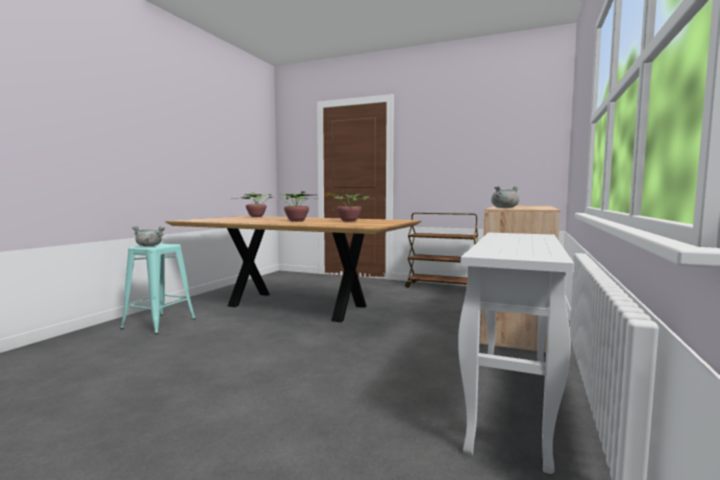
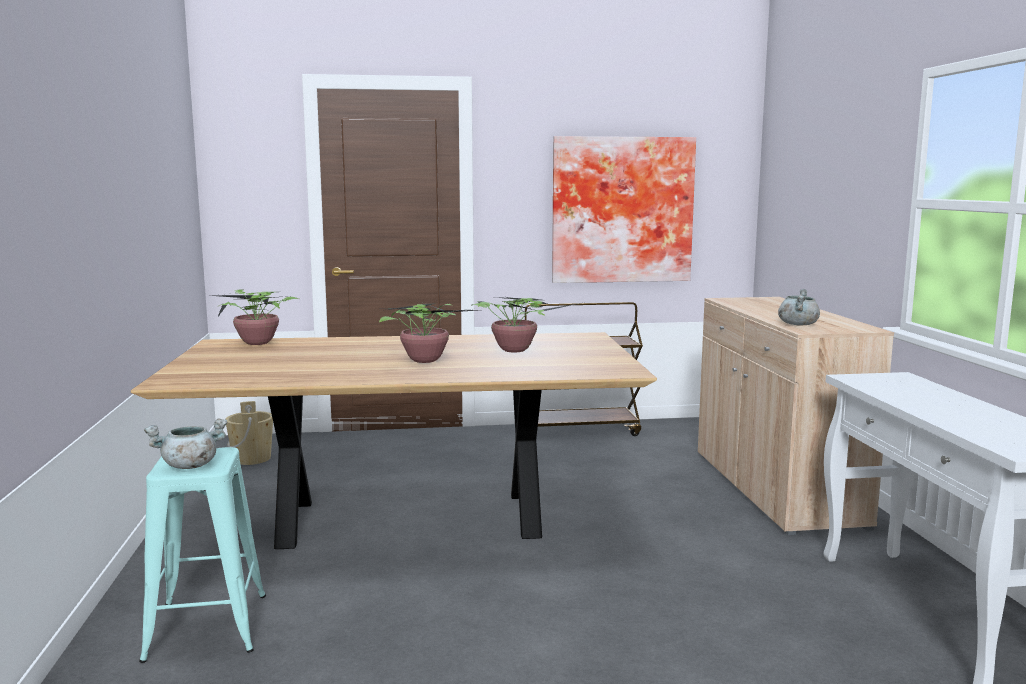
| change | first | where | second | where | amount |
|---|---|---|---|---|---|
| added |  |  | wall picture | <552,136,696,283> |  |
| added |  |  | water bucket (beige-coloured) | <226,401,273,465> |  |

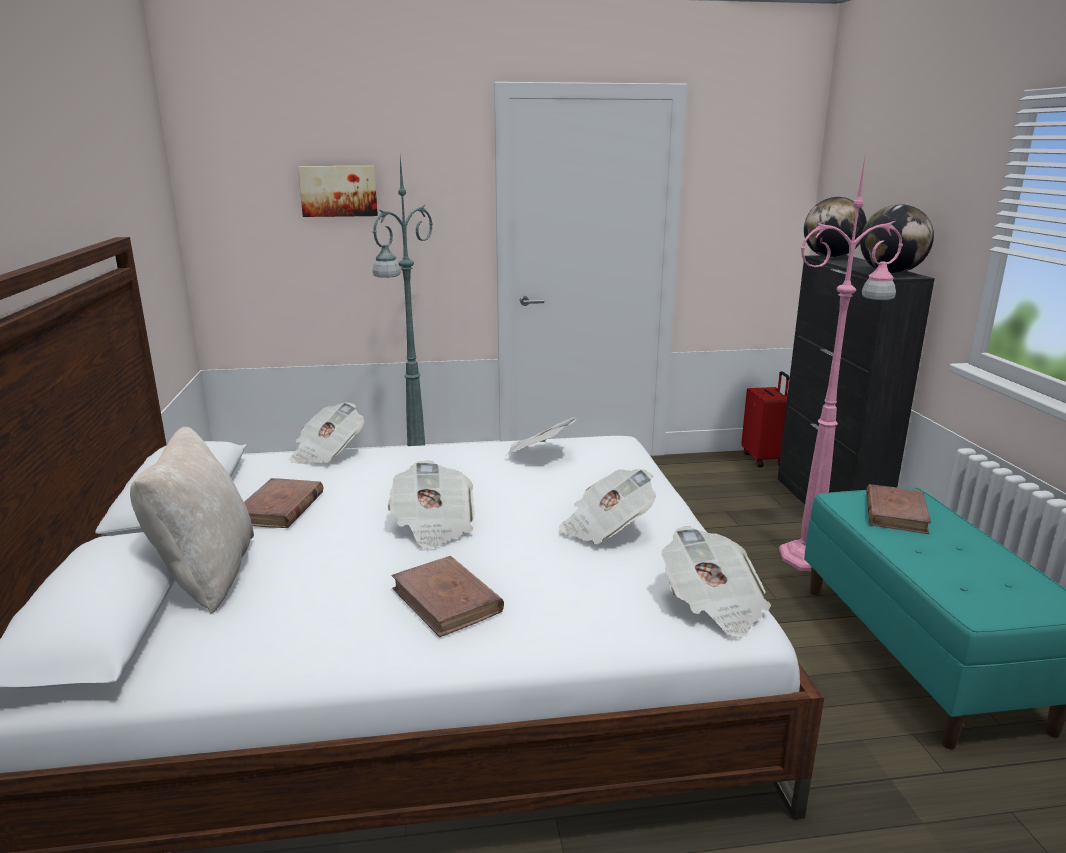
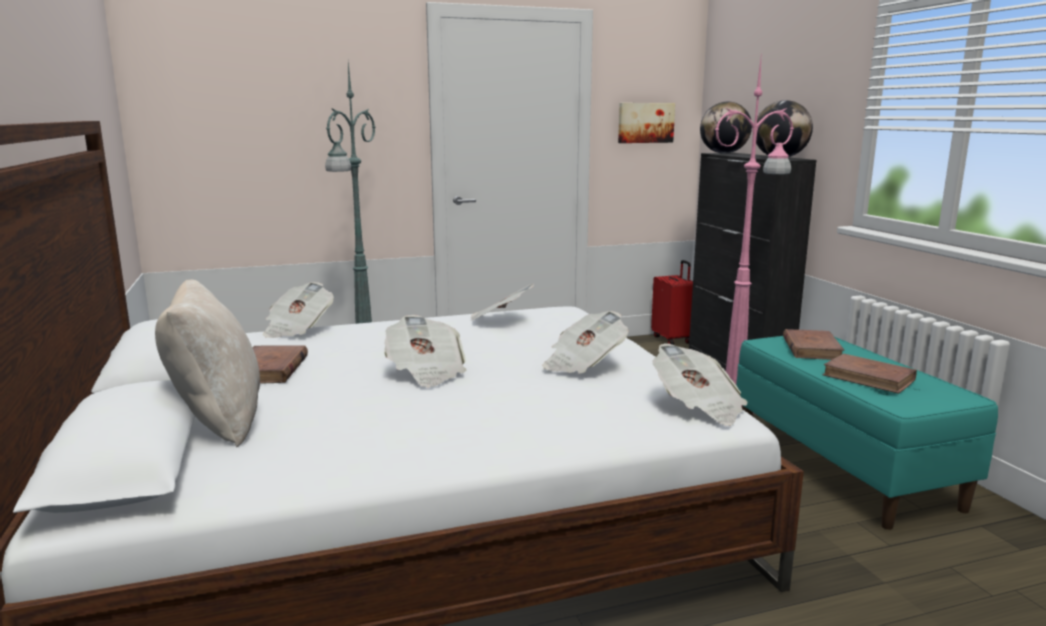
| change | first | where | second | where | amount |
|---|---|---|---|---|---|
| moved | wall picture | <298,166,378,217> |  | <618,103,675,143> |  |
| moved | volume (brown-coloured) | <392,556,504,637> |  | <823,353,917,394> |  |

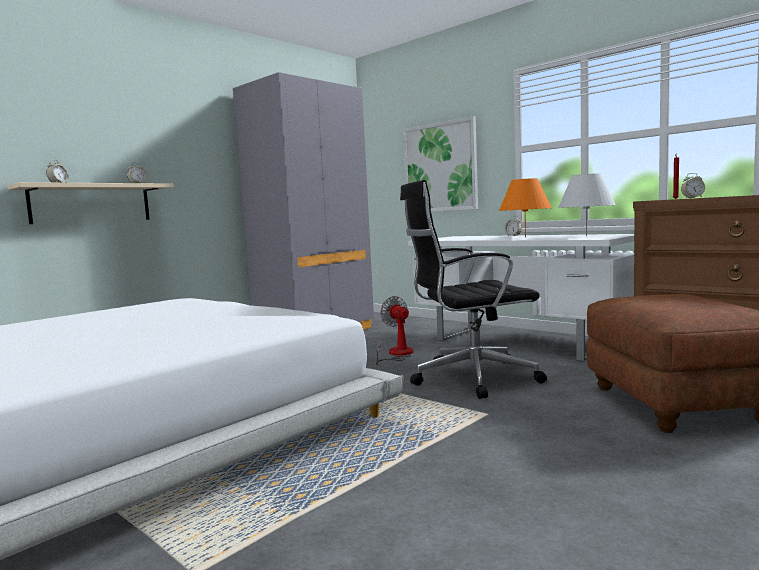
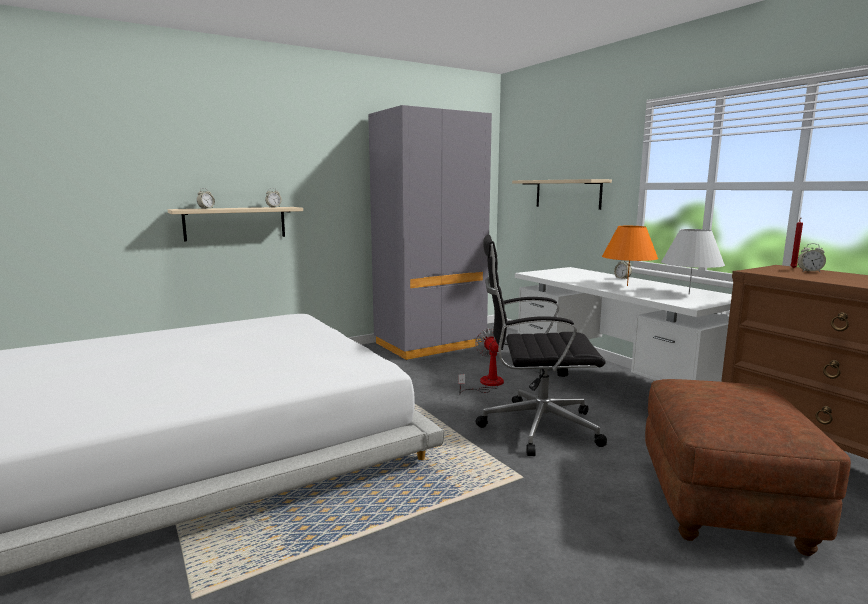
| change | first | where | second | where | amount |
|---|---|---|---|---|---|
| replaced | wall picture | <403,116,478,212> | bracket shelf (beige-coloured) | <512,179,612,210> |  |

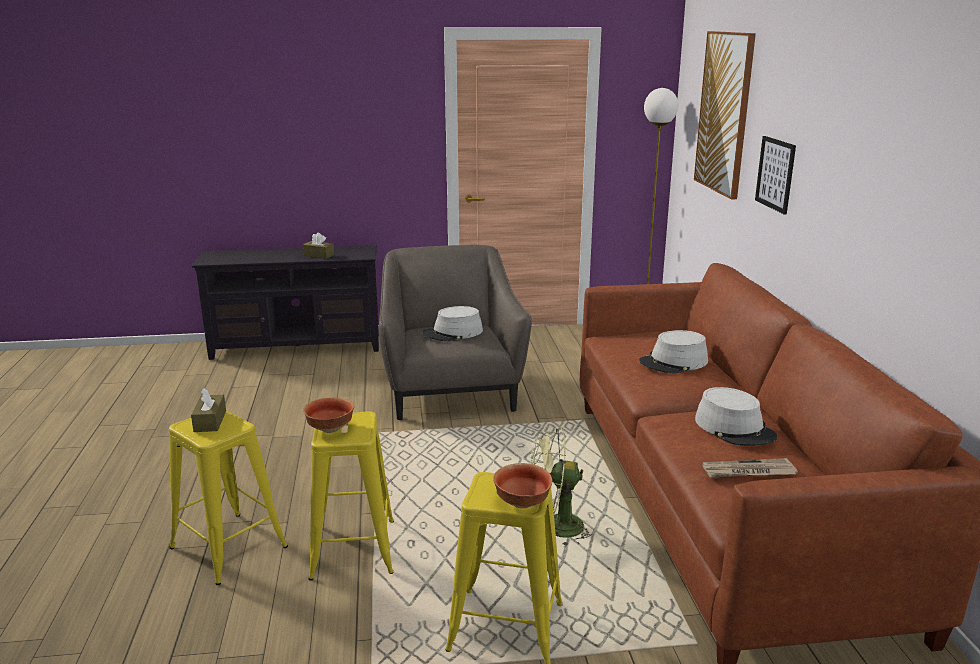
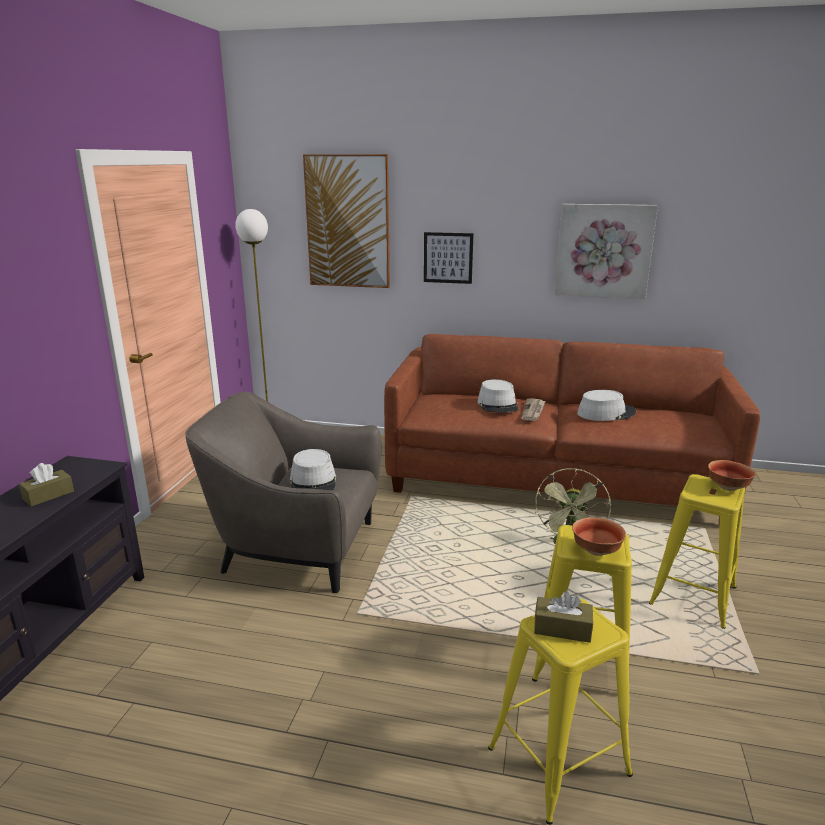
| change | first | where | second | where | amount |
|---|---|---|---|---|---|
| moved | newspaper | <702,458,798,478> |  | <522,399,545,421> |  |
| added |  |  | wall picture | <555,204,658,299> |  |

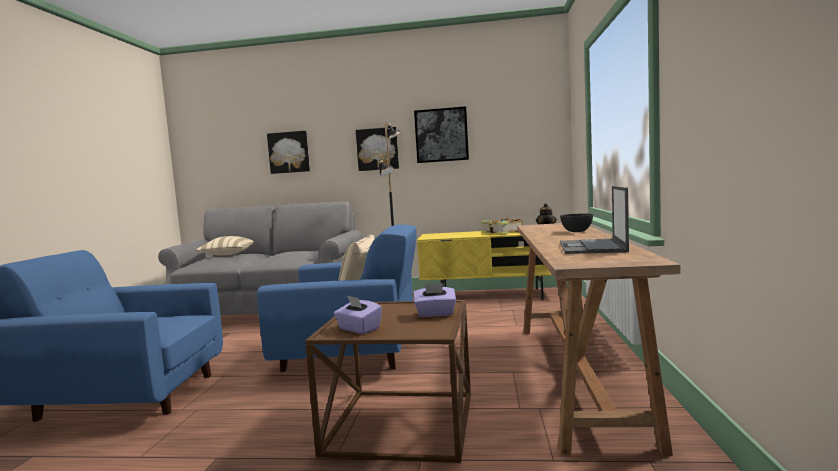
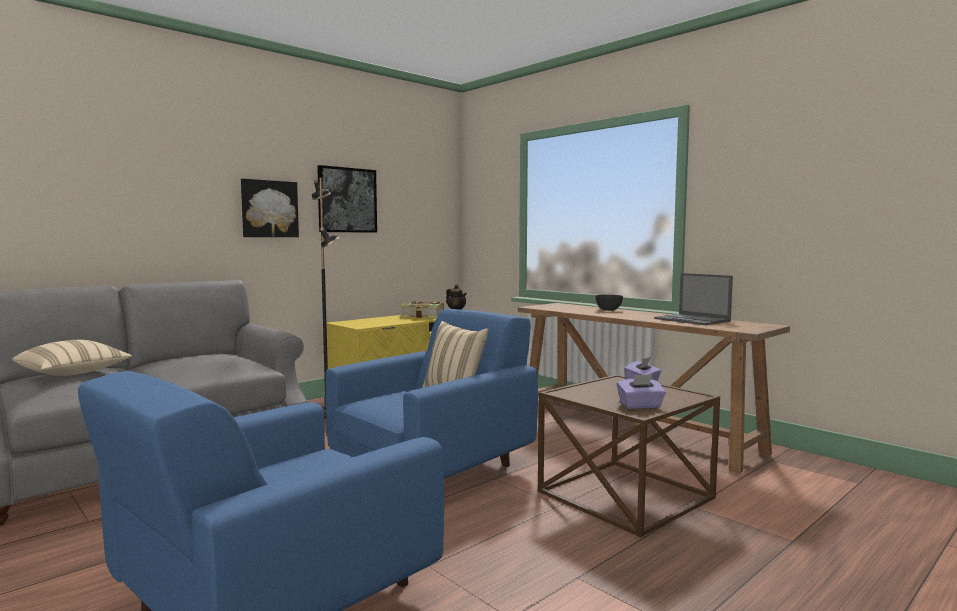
| change | first | where | second | where | amount |
|---|---|---|---|---|---|
| removed | wall picture | <267,131,310,174> |  |  |  |

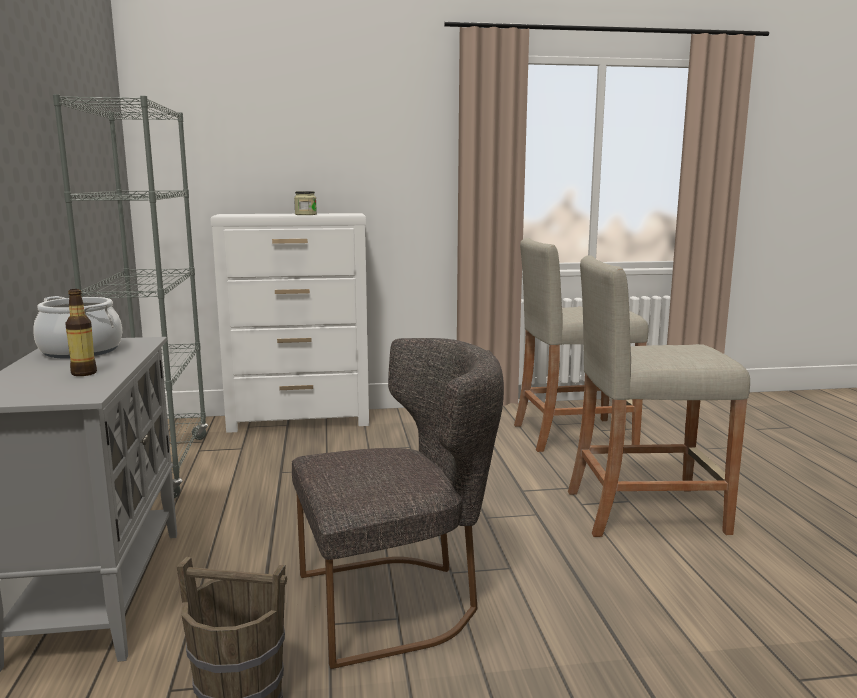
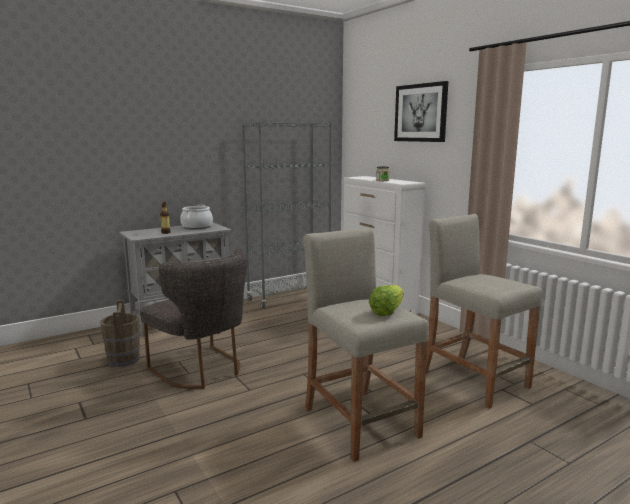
| change | first | where | second | where | amount |
|---|---|---|---|---|---|
| added |  |  | wall picture | <394,81,448,142> |  |
| added |  |  | lettuce head | <369,285,404,316> |  |

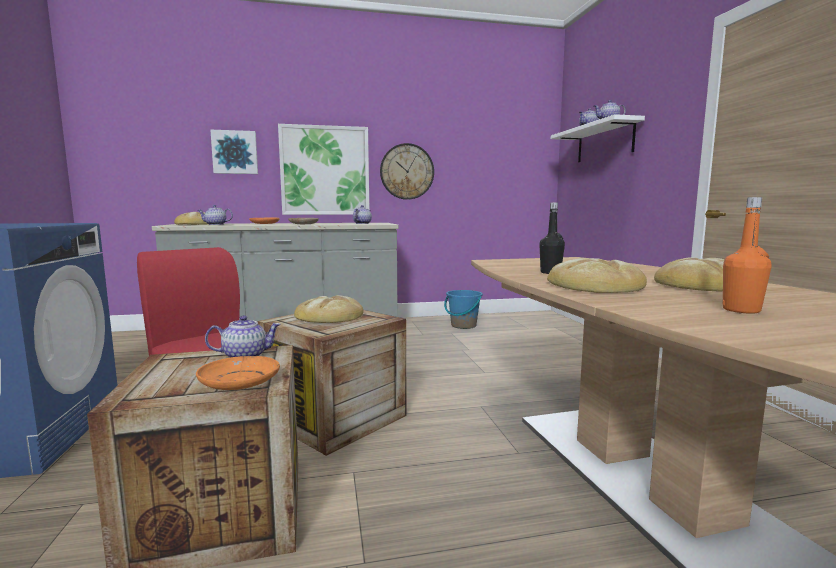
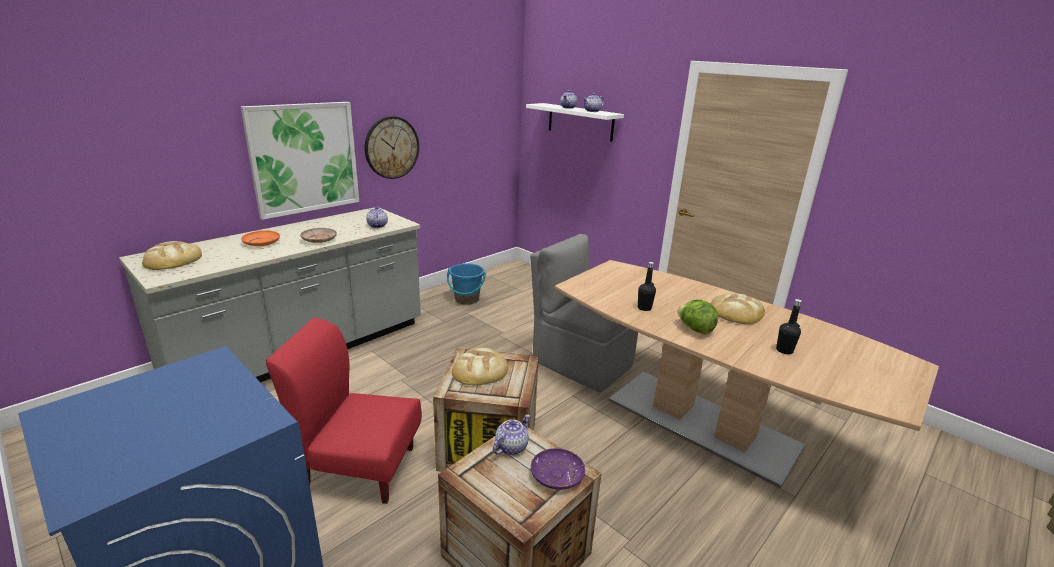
| change | first | where | second | where | amount |
|---|---|---|---|---|---|
| removed | wall picture | <210,130,258,174> |  |  |  |
| recoloured | beverage bottle (orange) | <723,197,772,314> | beverage bottle (blackish) | <776,299,802,354> |  |
| removed | teapot | <198,205,233,225> |  |  |  |
| replaced | baked bread | <547,258,647,293> | lettuce head | <678,299,718,334> |  |
| recoloured | flat dish (orange) | <196,356,280,390> | flat dish (purple) | <531,448,585,490> |  |
| added |  |  | plain chair (gray) | <530,234,638,393> |  |

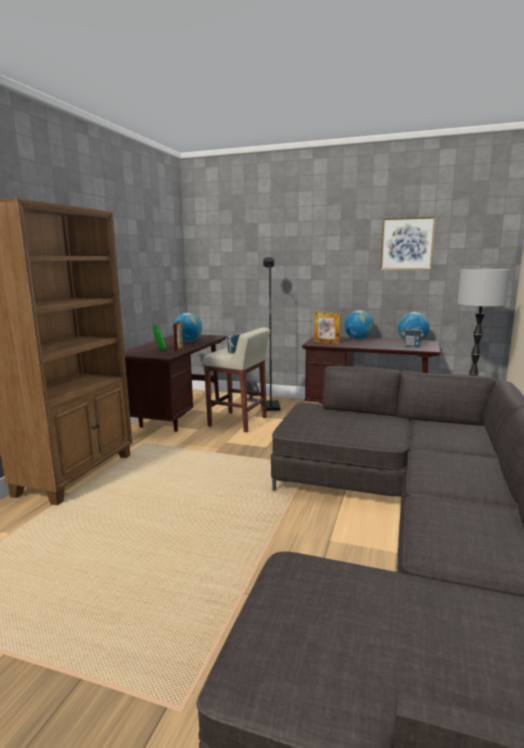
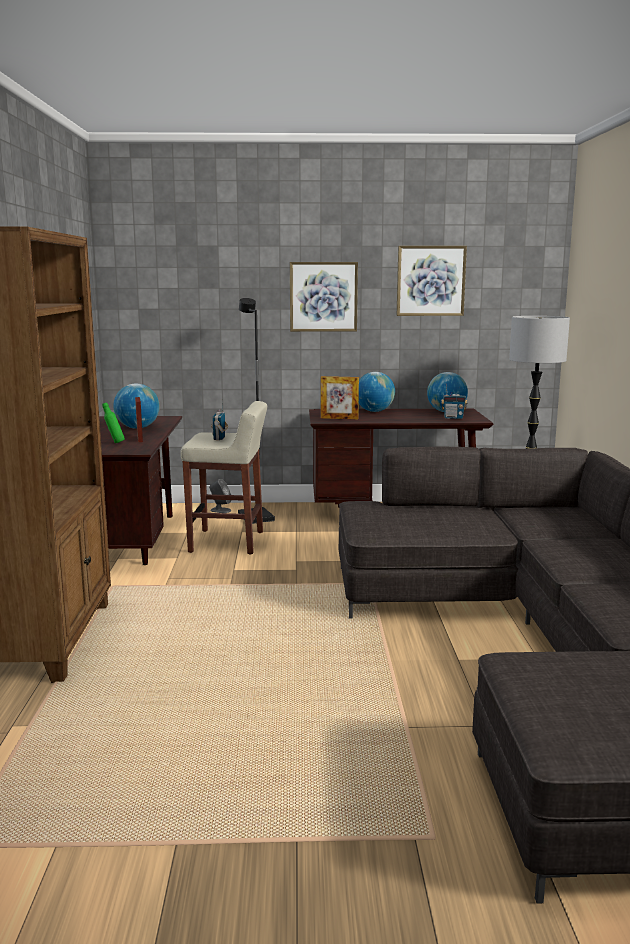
| change | first | where | second | where | amount |
|---|---|---|---|---|---|
| added |  |  | wall picture | <290,262,358,332> |  |

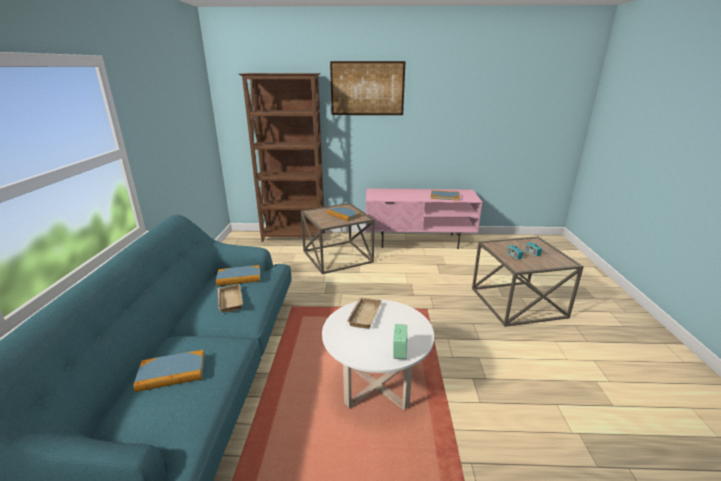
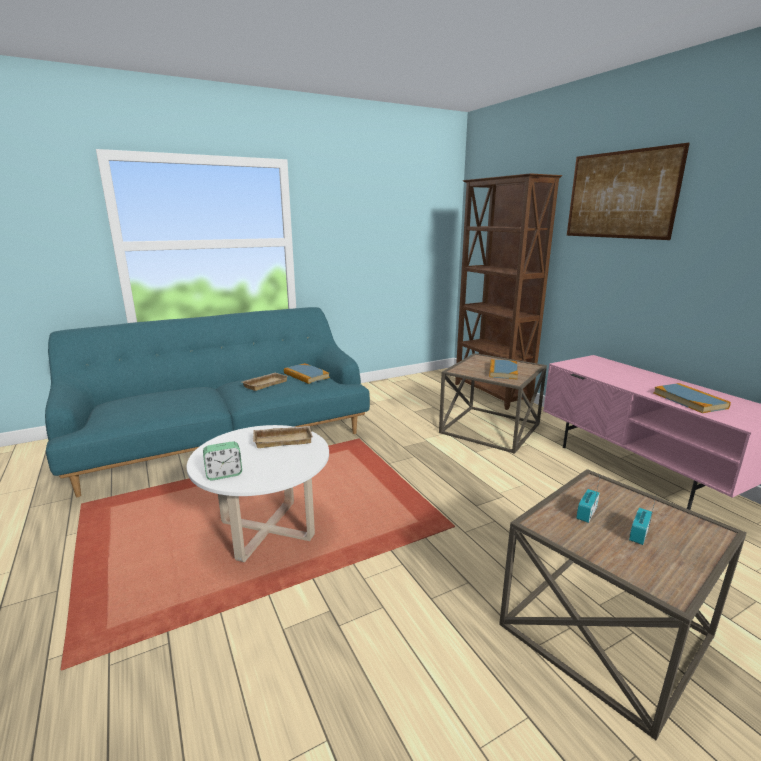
| change | first | where | second | where | amount |
|---|---|---|---|---|---|
| removed | volume | <133,350,205,392> |  |  |  |

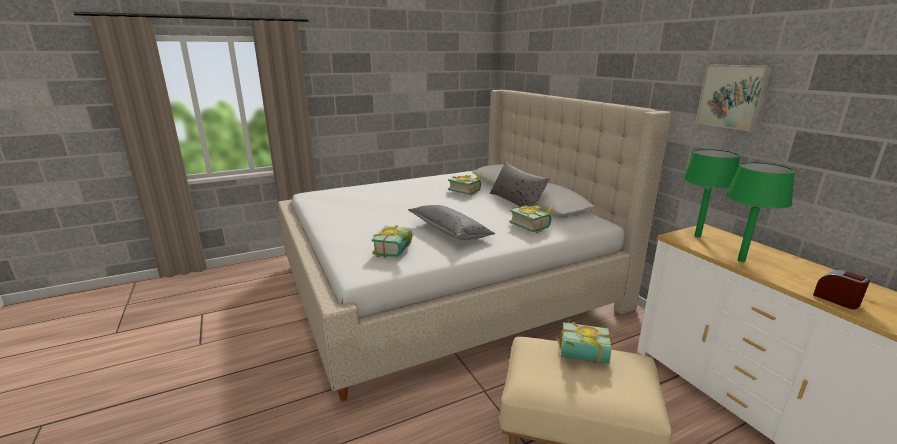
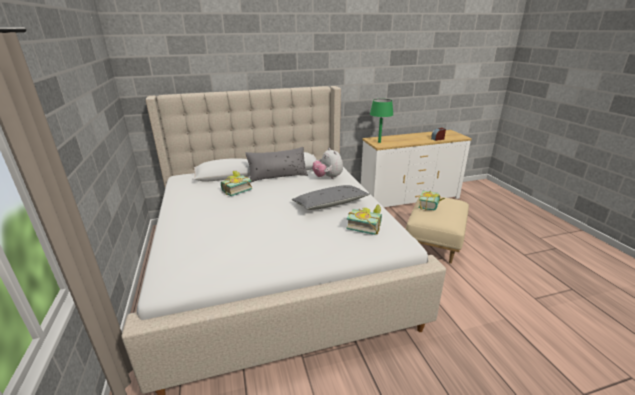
| change | first | where | second | where | amount |
|---|---|---|---|---|---|
| removed | wall picture | <695,64,773,132> |  |  |  |
| removed | lamp for a table (green-coloured) | <726,162,795,262> |  |  |  |
| replaced | volume | <509,205,553,233> | soft toy | <313,148,343,179> |  |

